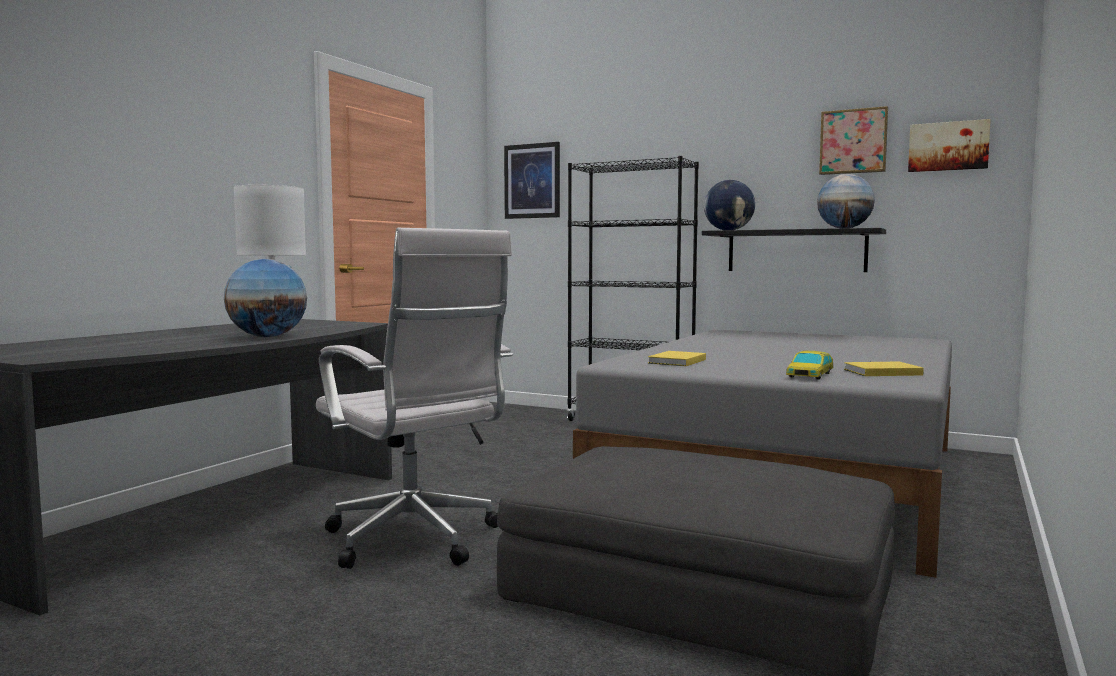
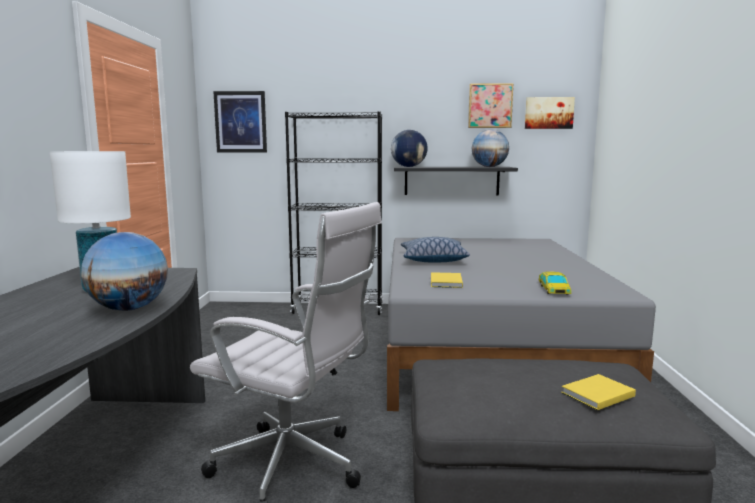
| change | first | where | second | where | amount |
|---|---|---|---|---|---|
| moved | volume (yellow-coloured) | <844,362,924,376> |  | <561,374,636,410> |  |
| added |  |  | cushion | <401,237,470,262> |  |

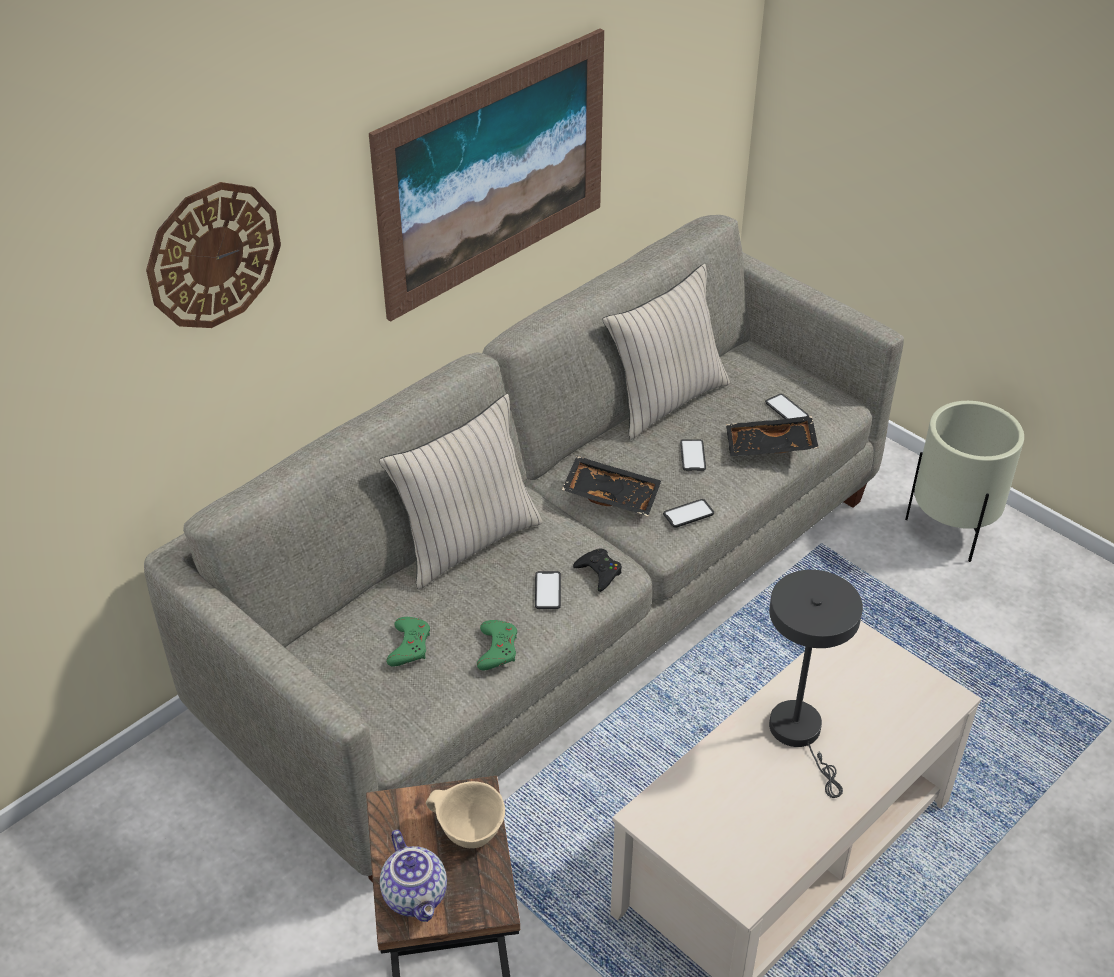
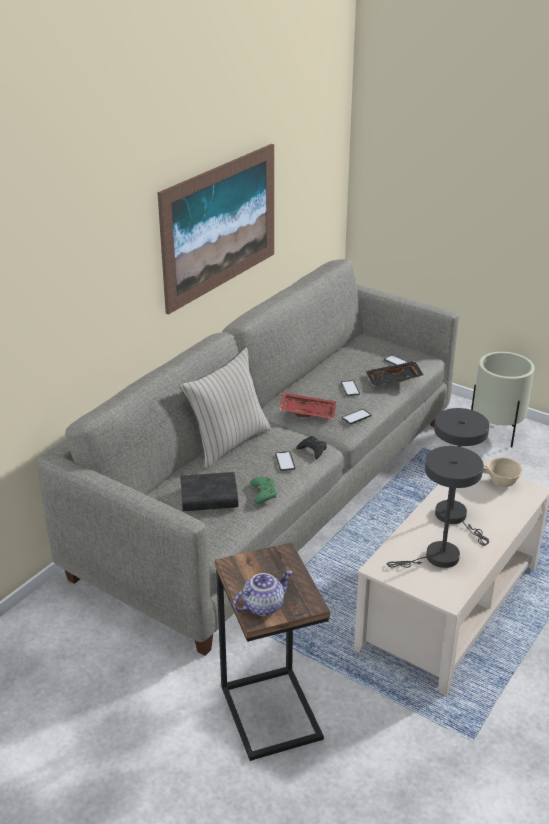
| change | first | where | second | where | amount |
|---|---|---|---|---|---|
| removed | wall clock | <146,182,281,328> |  |  |  |
| removed | cushion (beige-coloured) | <602,264,730,440> |  |  |  |
| recoloured | tray (blackish) | <562,456,661,516> | tray (red) | <280,392,336,419> |  |
| replaced | game controller (green-coloured) | <386,617,430,667> | volume (blackish) | <180,472,238,511> |  |
| moved | serving bowl (beige-coloured) | <426,781,505,848> |  | <483,457,522,487> |  |
| turned | teapot | <380,830,447,922> |  | <233,570,293,616> | 90 degrees counterclockwise |
| added |  |  | lamp for a table (gray) | <386,446,483,568> |  |

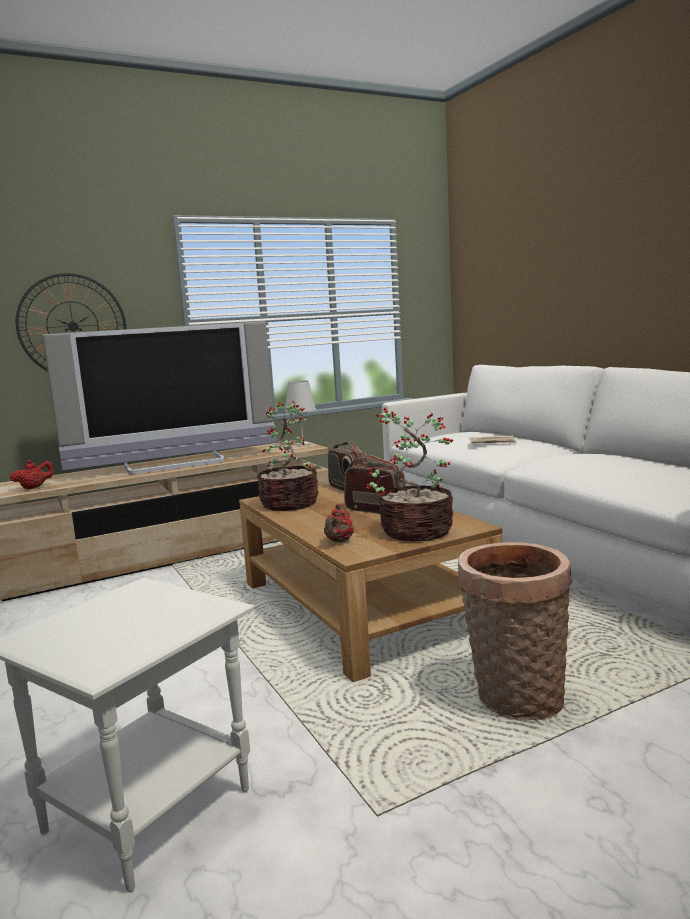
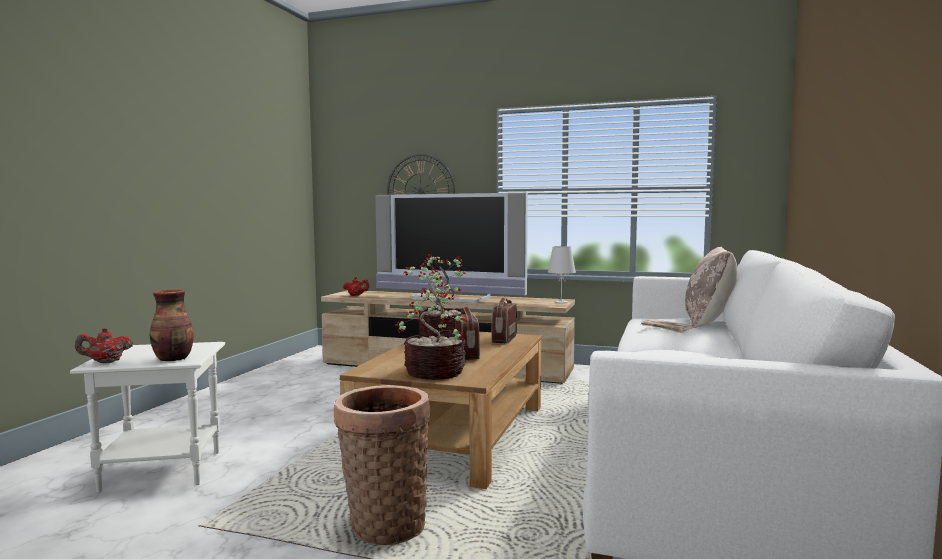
| change | first | where | second | where | amount |
|---|---|---|---|---|---|
| moved | teapot (red) | <324,504,354,542> |  | <75,328,133,363> |  |
| added |  |  | cushion (beige-coloured) | <685,247,738,328> |  |
| added |  |  | vase | <150,289,194,361> |  |

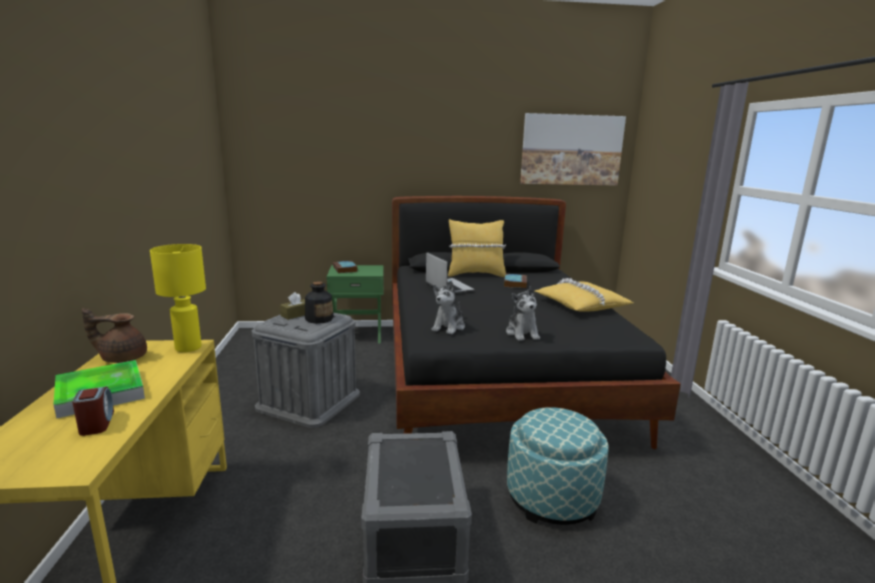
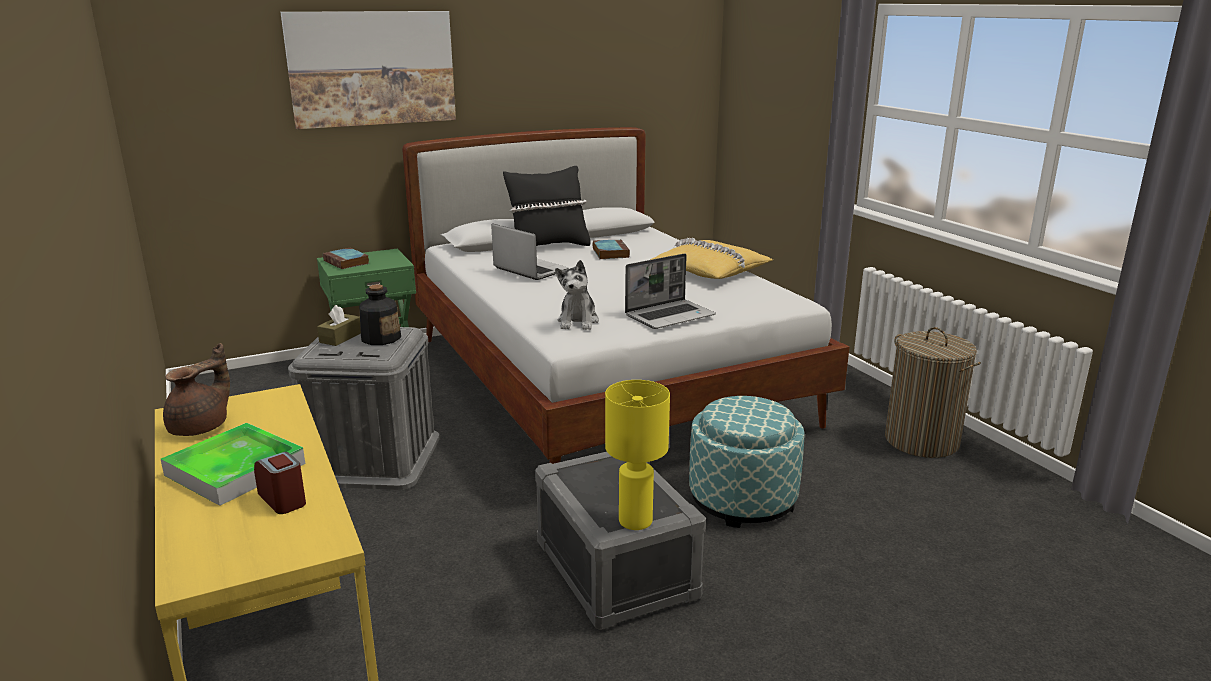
| change | first | where | second | where | amount |
|---|---|---|---|---|---|
| moved | wall picture | <520,113,626,186> |  | <280,11,456,129> |  |
| recoloured | bed (blackish) | <392,196,681,449> | bed (white-coloured) | <402,127,850,464> |  |
| recoloured | cushion (yellow-coloured) | <448,219,506,277> | cushion (blackish) | <503,166,590,246> |  |
| moved | lamp for a table (yellow-coloured) | <150,244,206,352> |  | <605,380,670,530> |  |
| replaced | soft toy | <506,286,540,341> | notebook computer | <625,253,716,329> |  |
| turned | teapot (brown-coloured) | <82,308,147,363> |  | <163,343,230,436> | 150 degrees clockwise |
| added |  |  | washing basket | <885,327,981,458> |  |

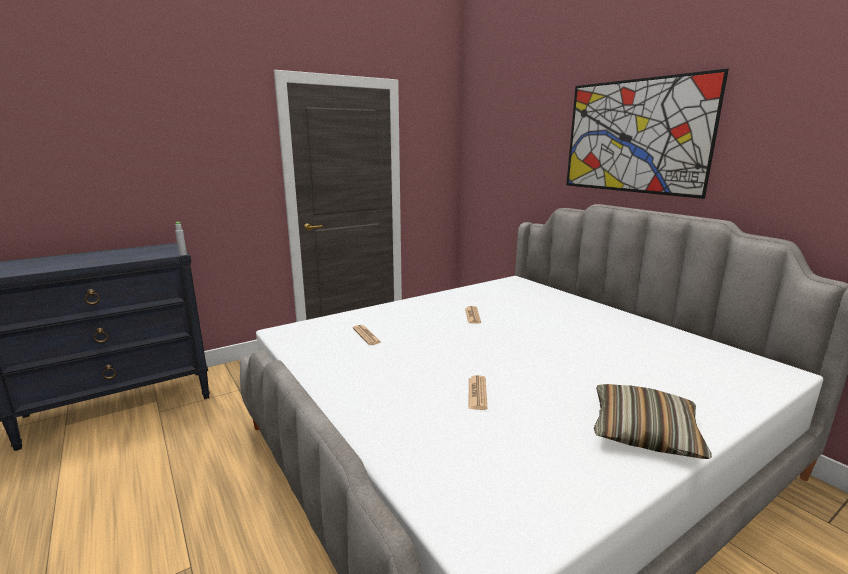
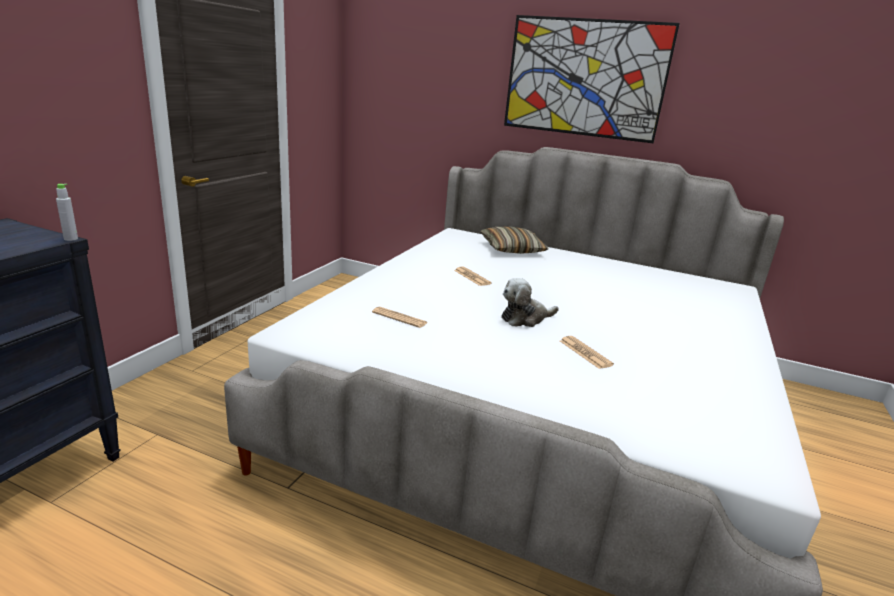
| change | first | where | second | where | amount |
|---|---|---|---|---|---|
| moved | cushion | <594,384,712,459> |  | <480,227,549,254> |  |
| added |  |  | soft toy | <501,278,559,327> |  |

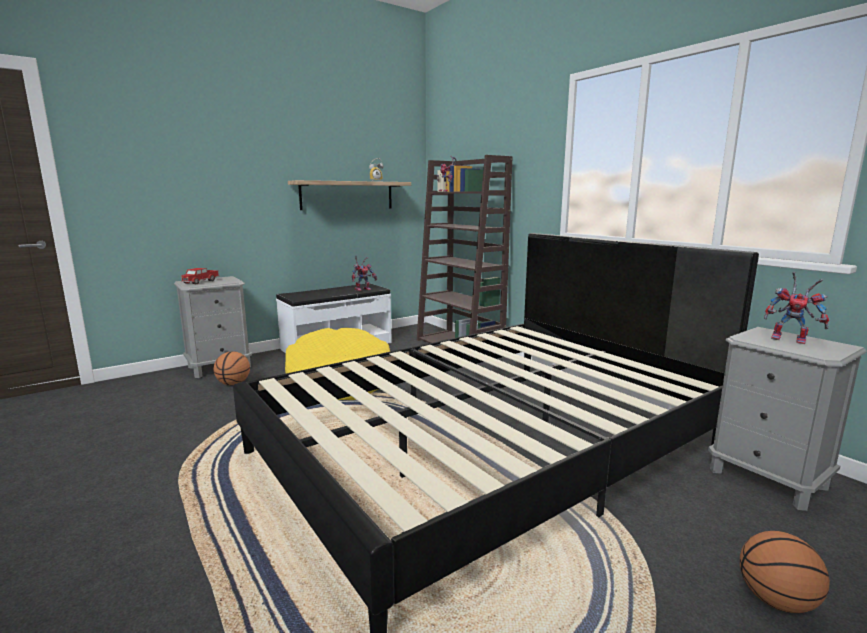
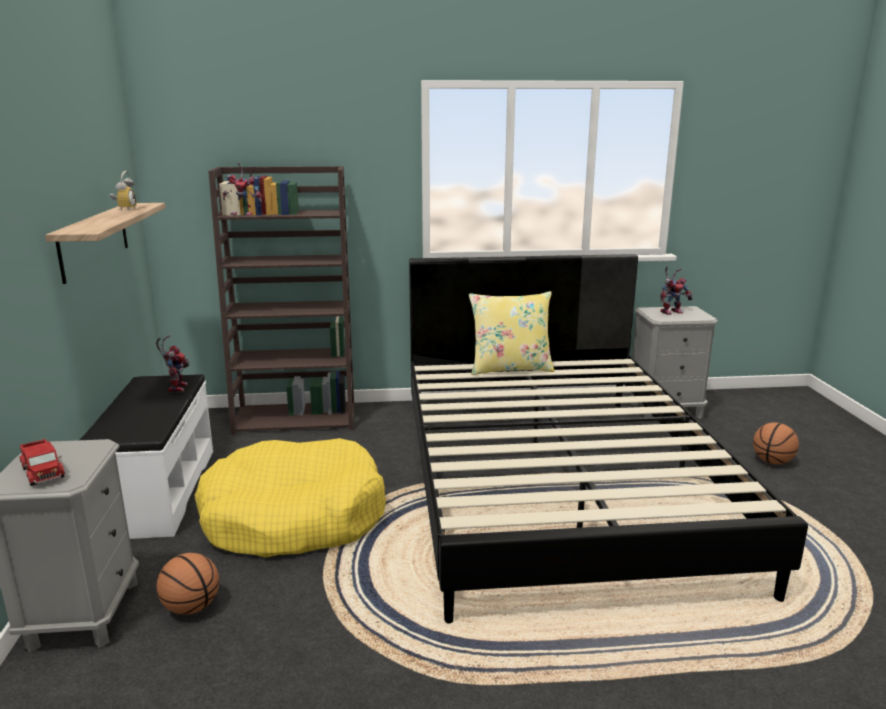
| change | first | where | second | where | amount |
|---|---|---|---|---|---|
| added |  |  | cushion (yellow-coloured) | <469,291,555,375> |  |

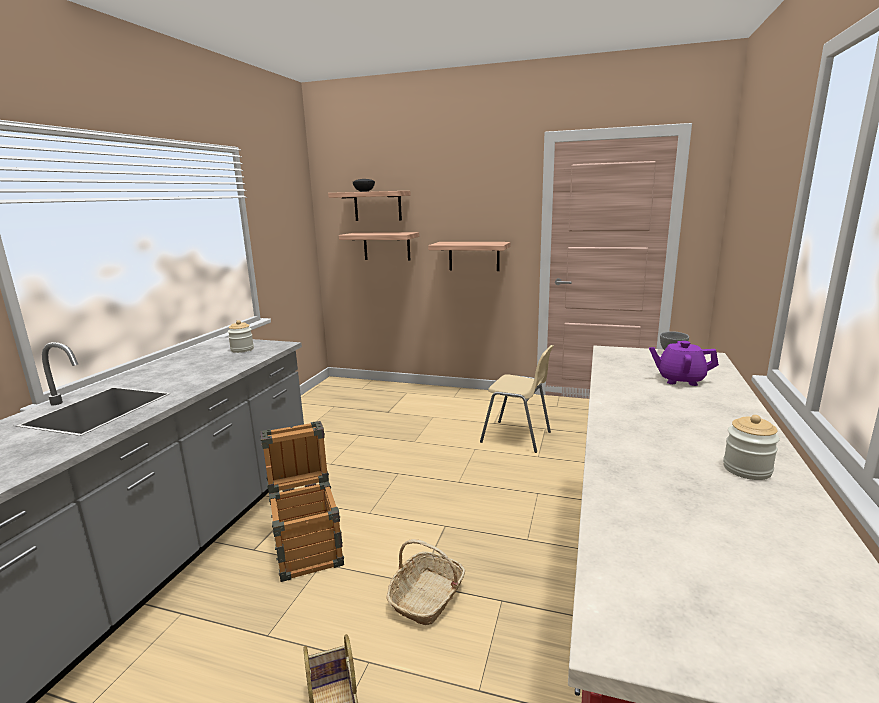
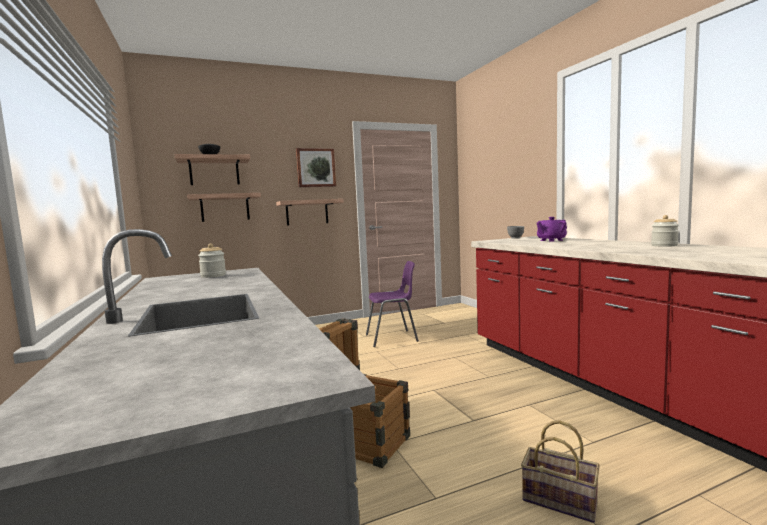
| change | first | where | second | where | amount |
|---|---|---|---|---|---|
| recoloured | plain chair (beige-coloured) | <480,345,554,453> | plain chair (purple) | <366,261,419,347> |  |
| removed | storage basket | <387,539,465,625> |  |  |  |
| added |  |  | wall picture | <296,148,336,187> |  |

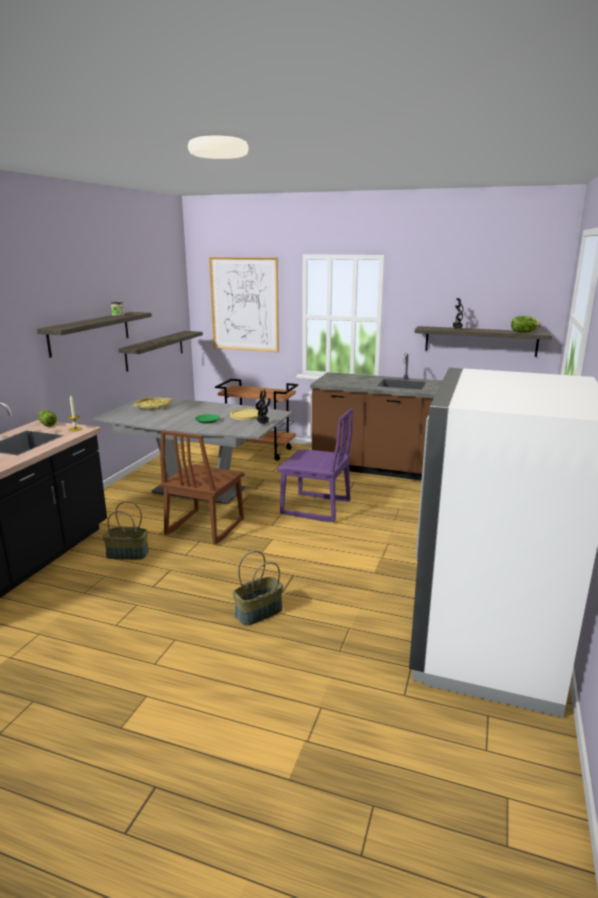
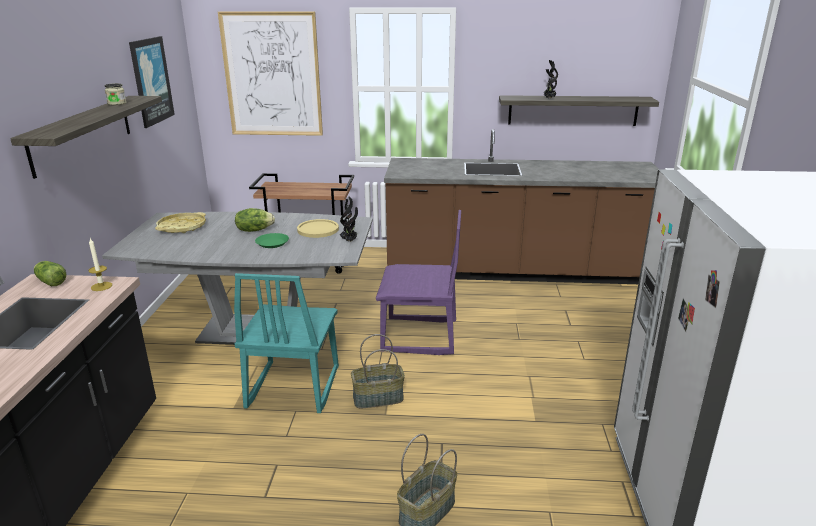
| change | first | where | second | where | amount |
|---|---|---|---|---|---|
| moved | lettuce head | <511,316,541,333> |  | <235,208,275,232> |  |
| removed | bracket shelf | <118,331,203,372> |  |  |  |
| recoloured | plain chair (brown-coloured) | <160,430,244,545> | plain chair (turquoise-coloured) | <234,273,339,413> |  |
| moved | storage basket | <103,501,149,560> |  | <351,334,405,408> |  |
| added |  |  | wall picture | <129,36,175,128> |  |

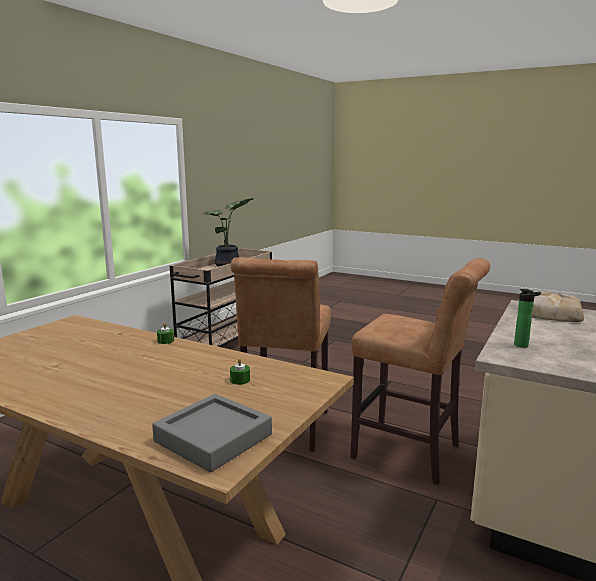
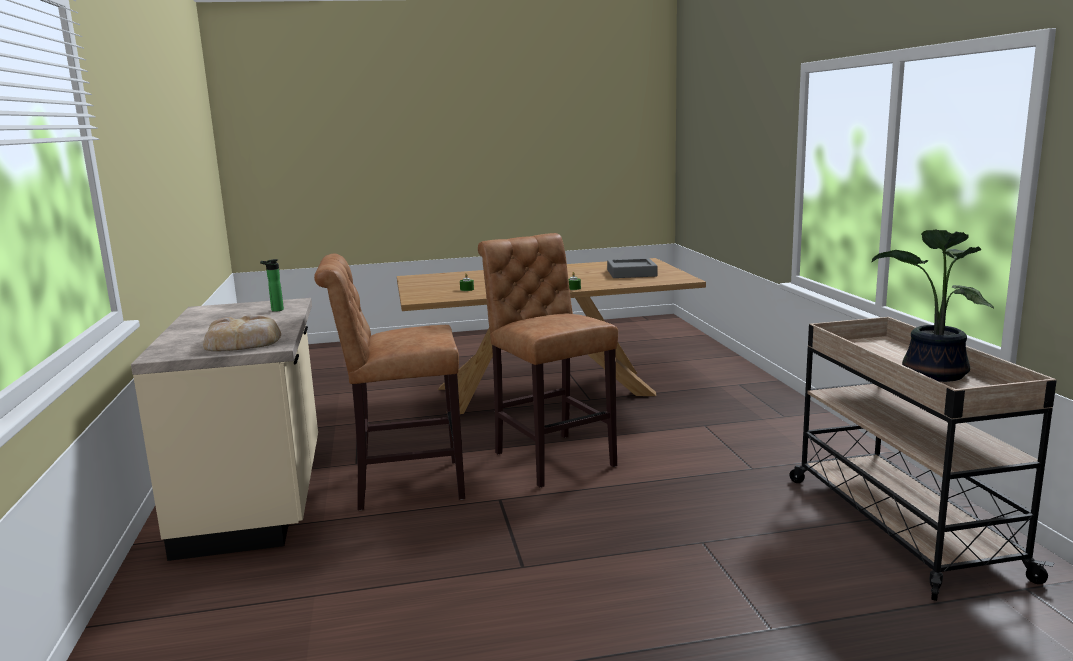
| change | first | where | second | where | amount |
|---|---|---|---|---|---|
| moved | tray (gray) | <152,394,272,472> |  | <607,258,658,278> |  |

